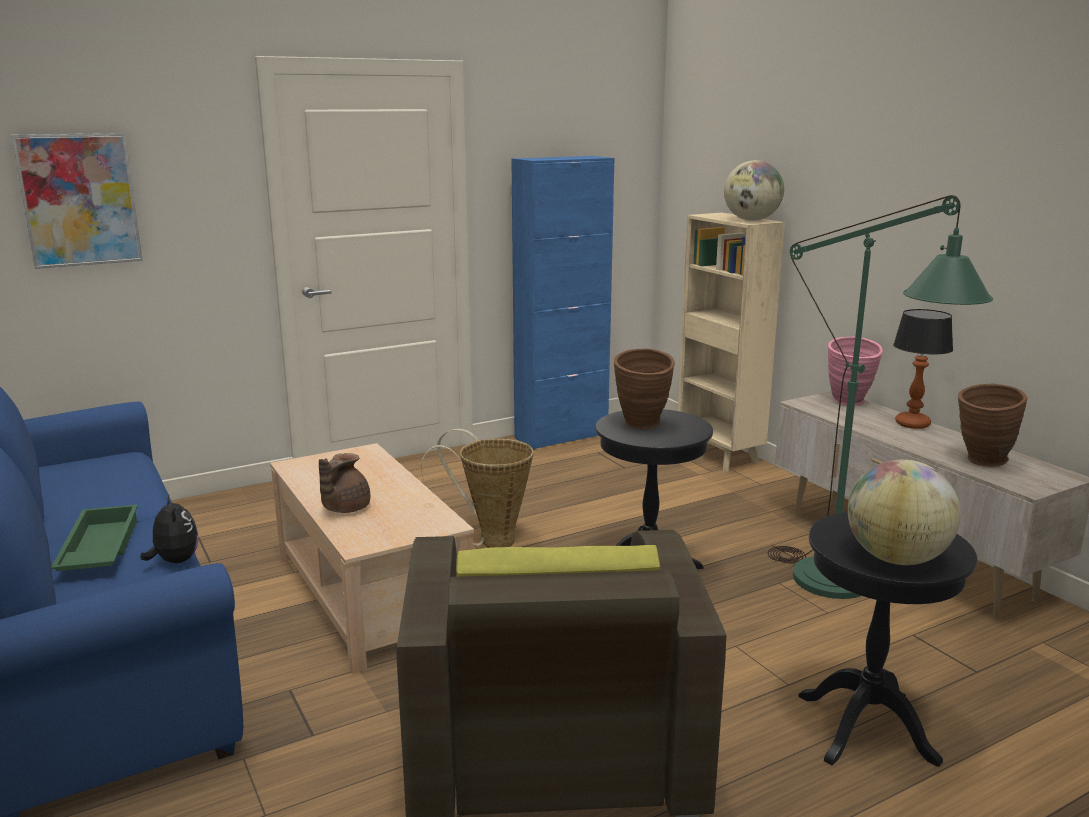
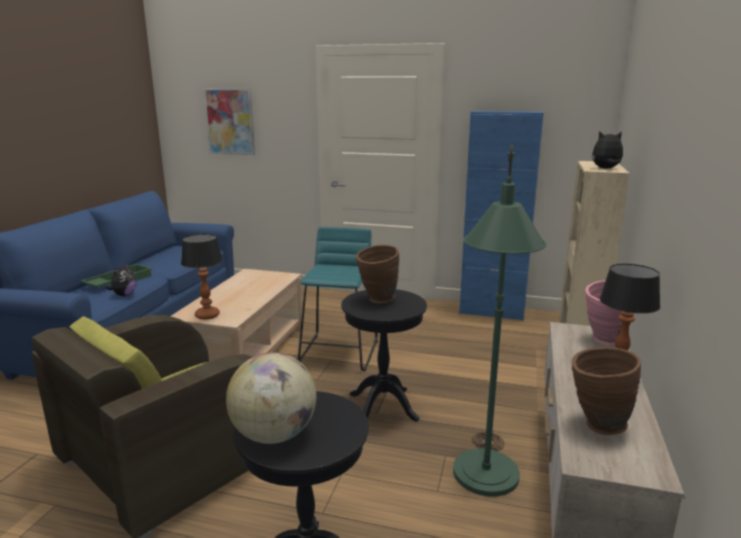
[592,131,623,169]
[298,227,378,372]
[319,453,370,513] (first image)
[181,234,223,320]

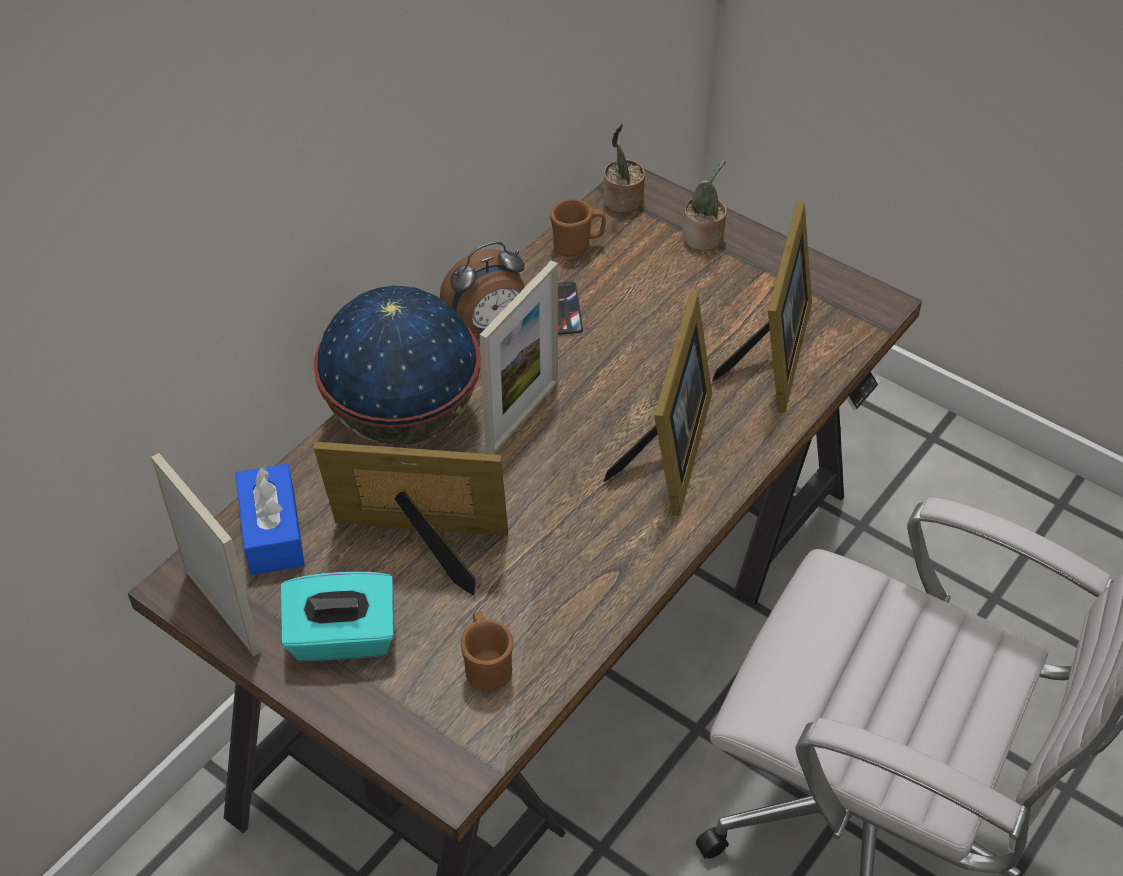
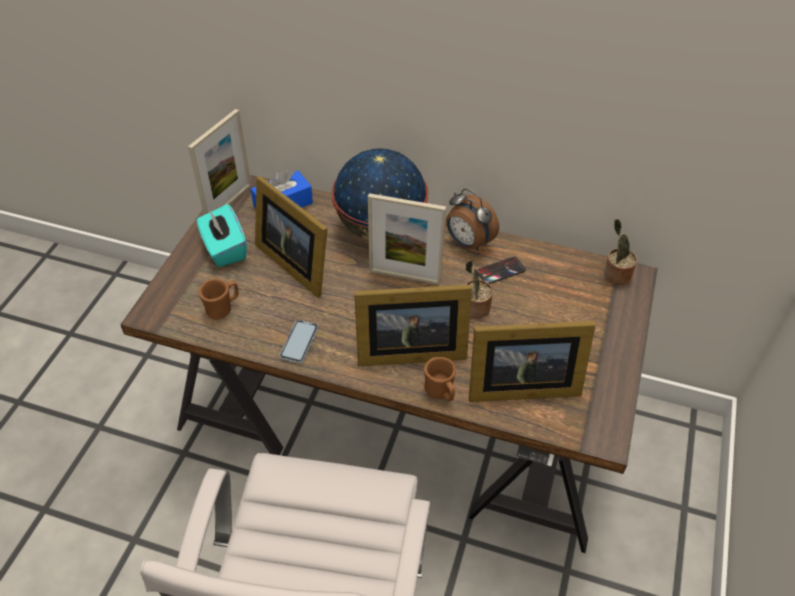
[465,260,493,318]
[424,357,456,402]
[255,176,328,298]
[280,320,318,363]

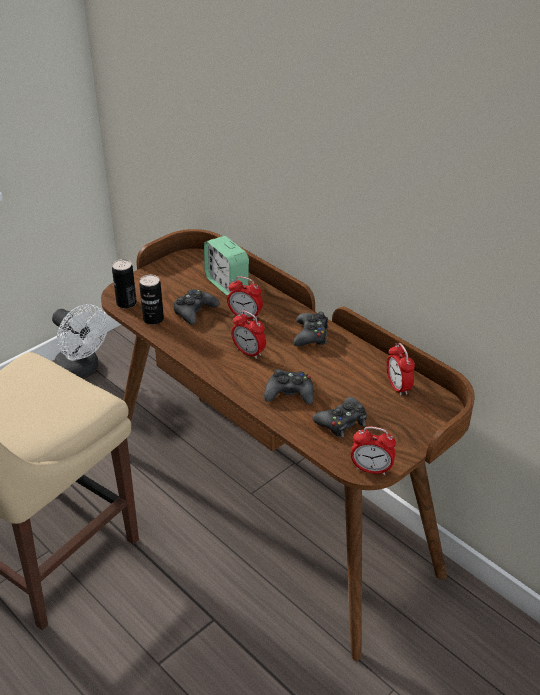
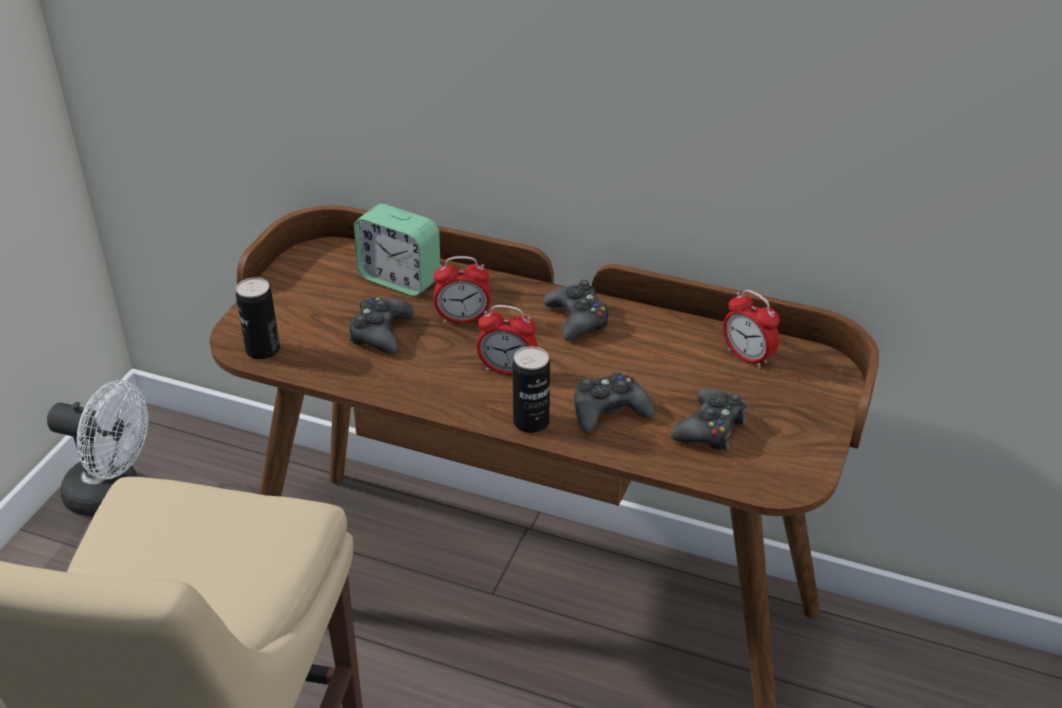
[513,347,550,433]
[351,426,396,475] (first image)

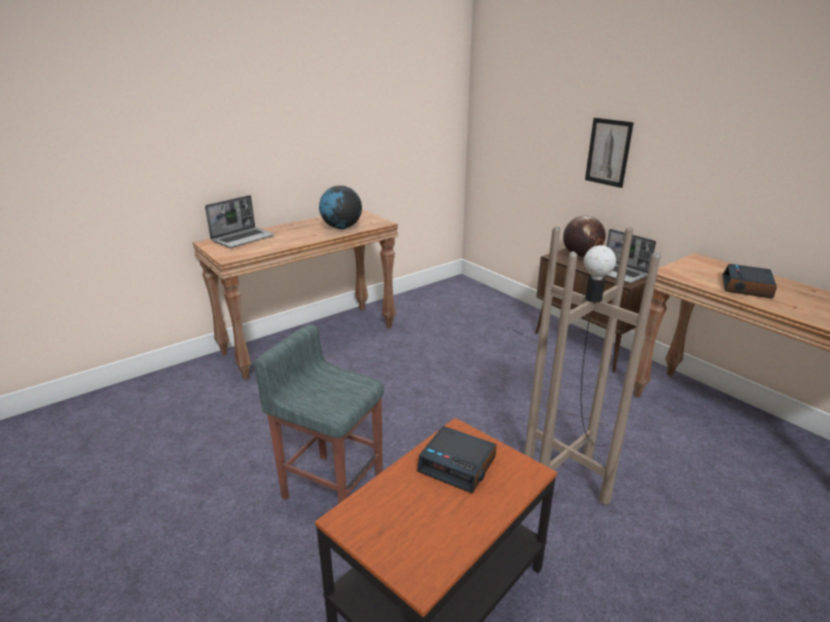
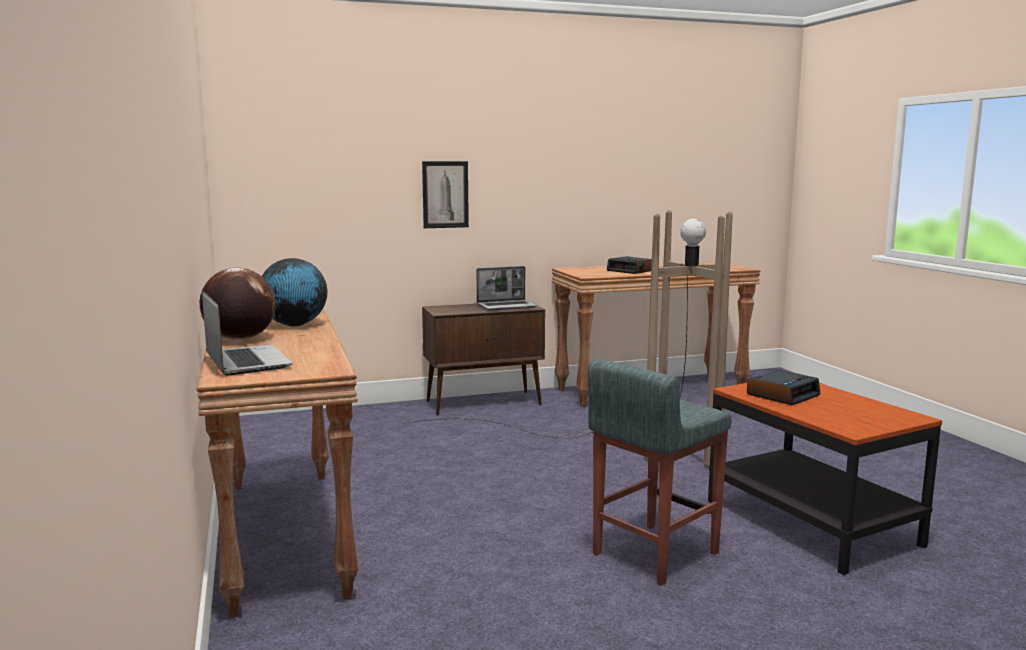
[199,268,276,340]

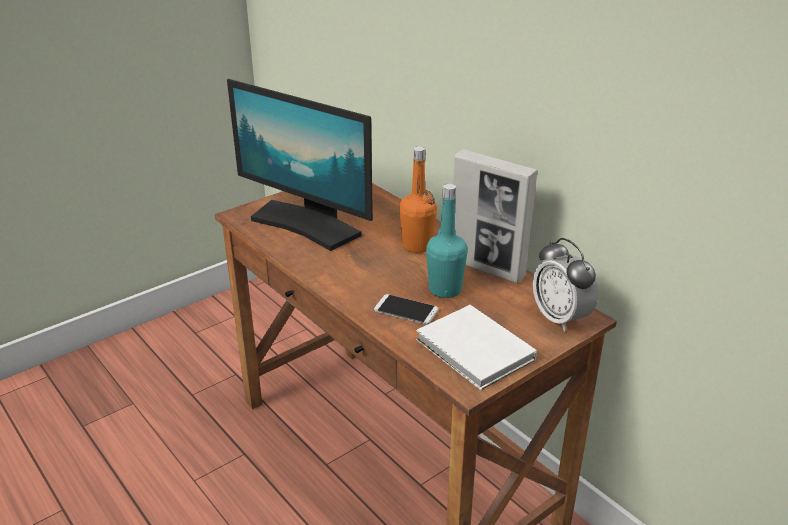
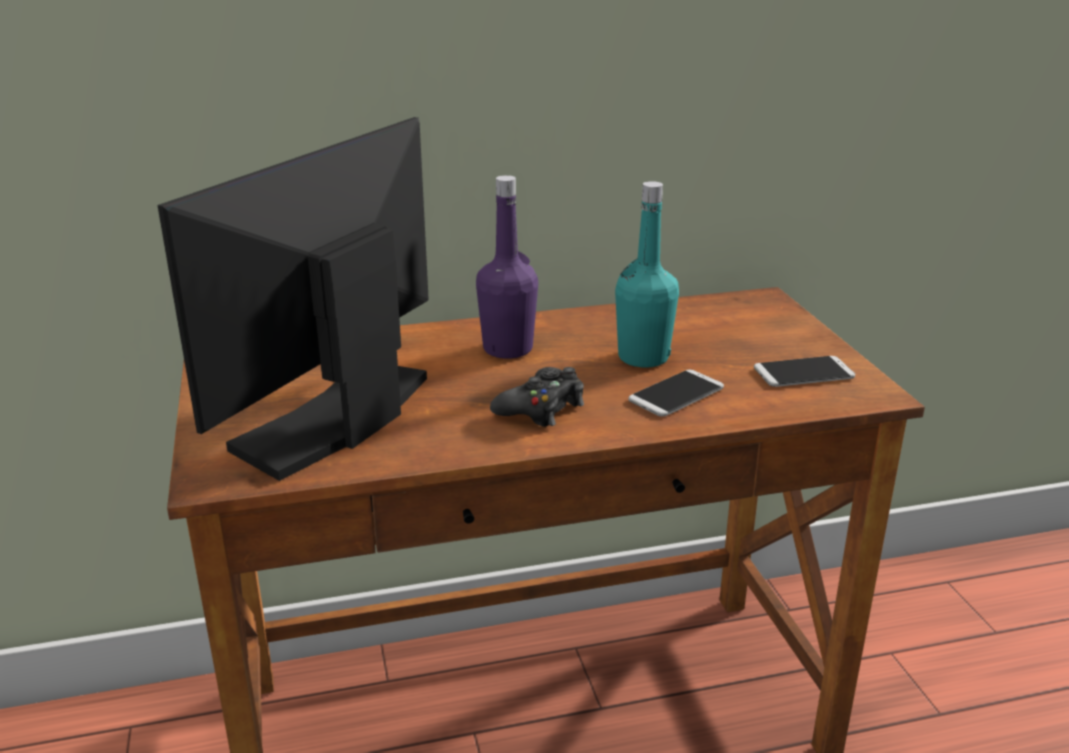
[157,117,429,481]
[476,175,538,359]
[453,149,538,283] (first image)
[533,238,598,332] (first image)
[754,356,855,387]
[490,367,584,427]

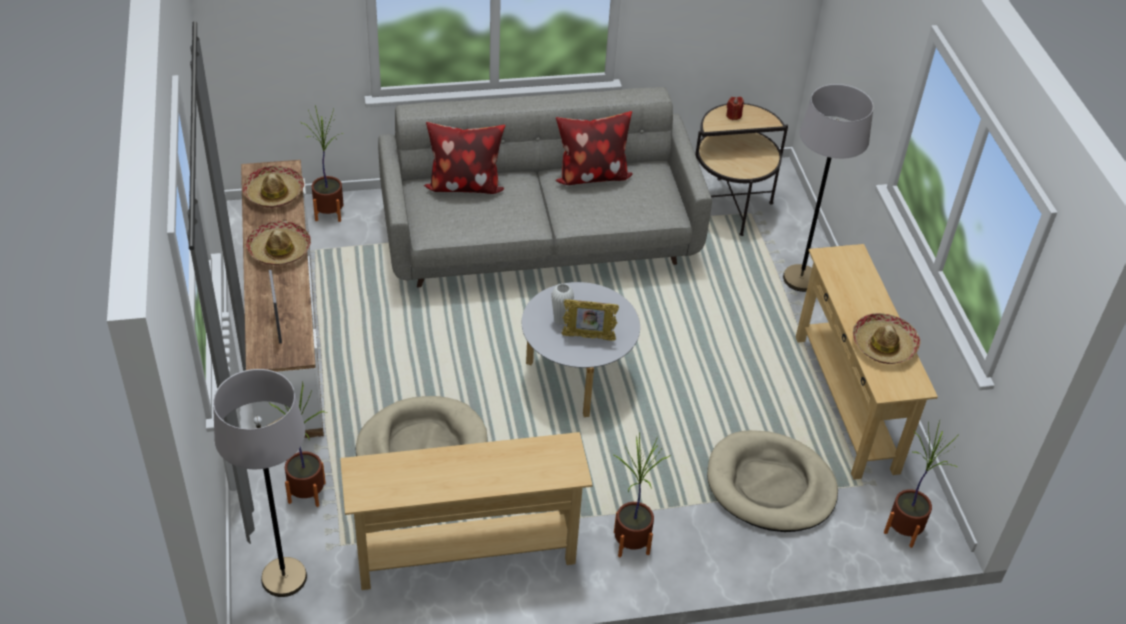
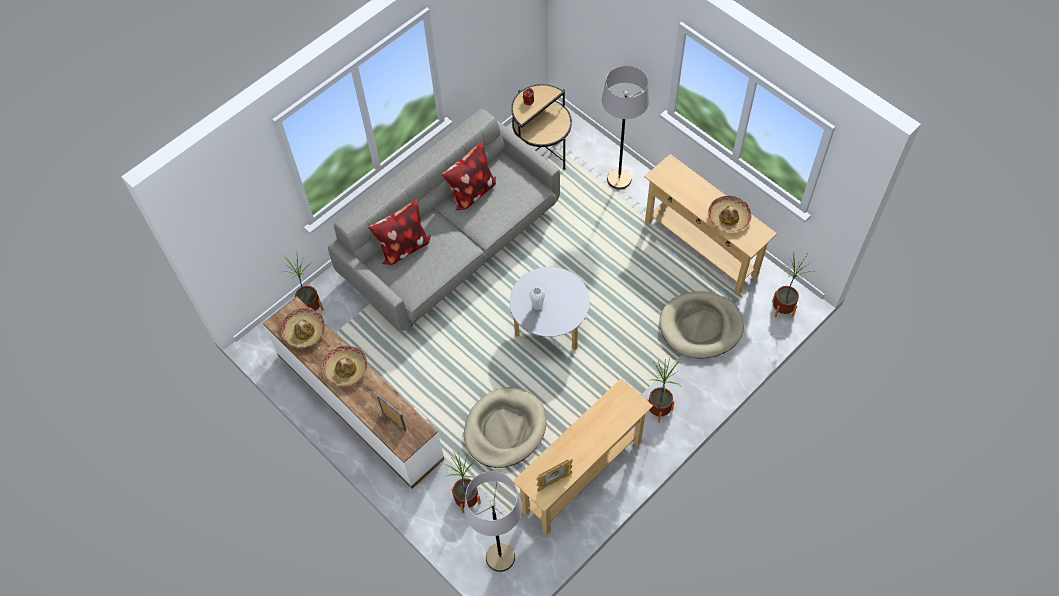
[536,459,573,492]

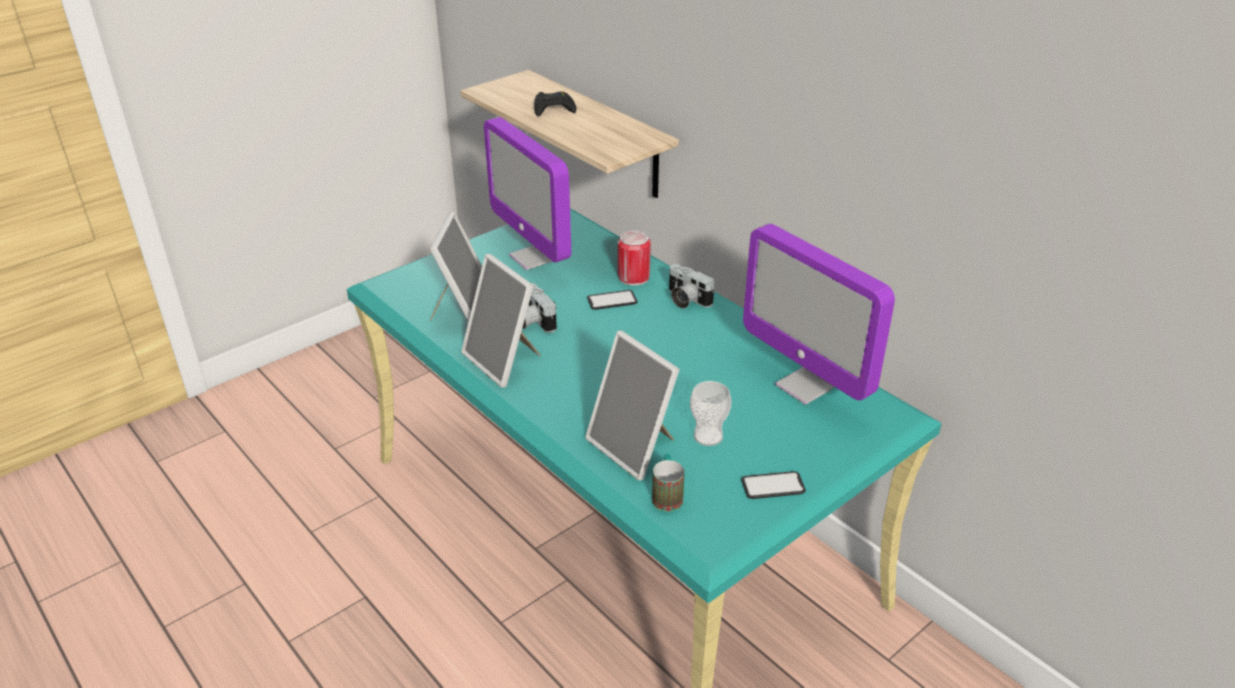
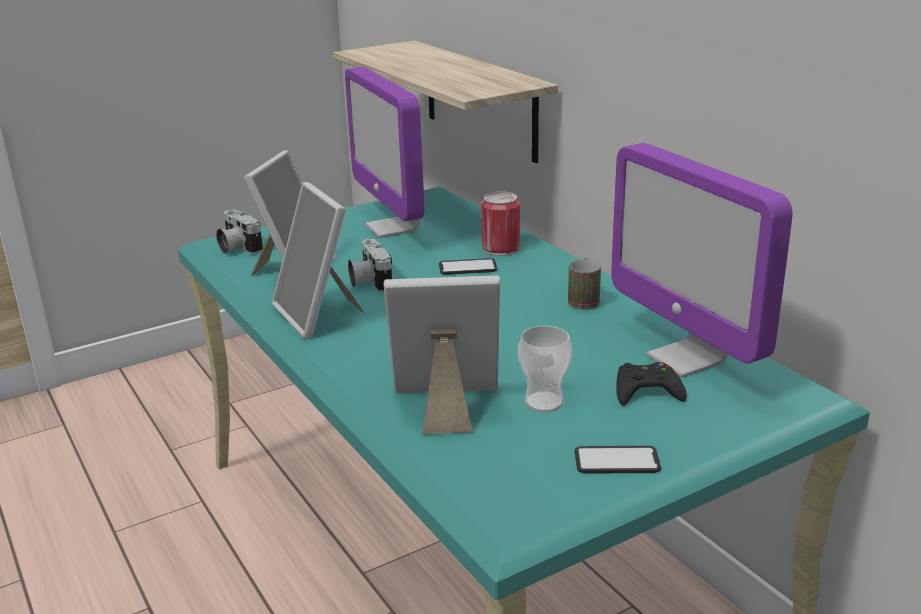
[616,362,687,406]
[216,209,263,254]
[384,275,500,434]
[568,258,601,310]

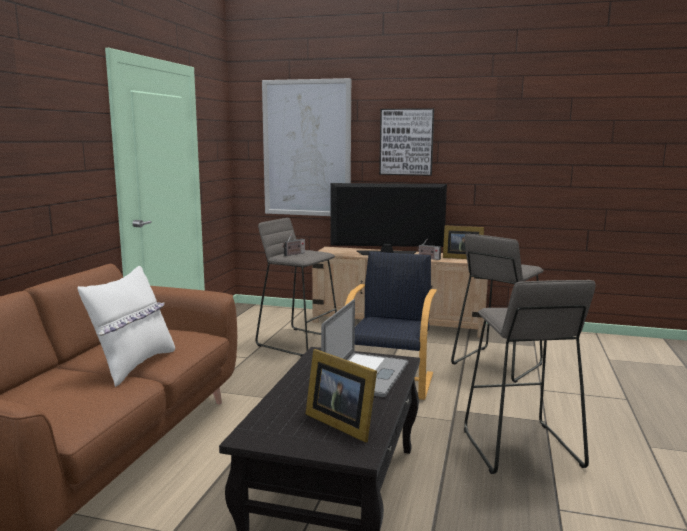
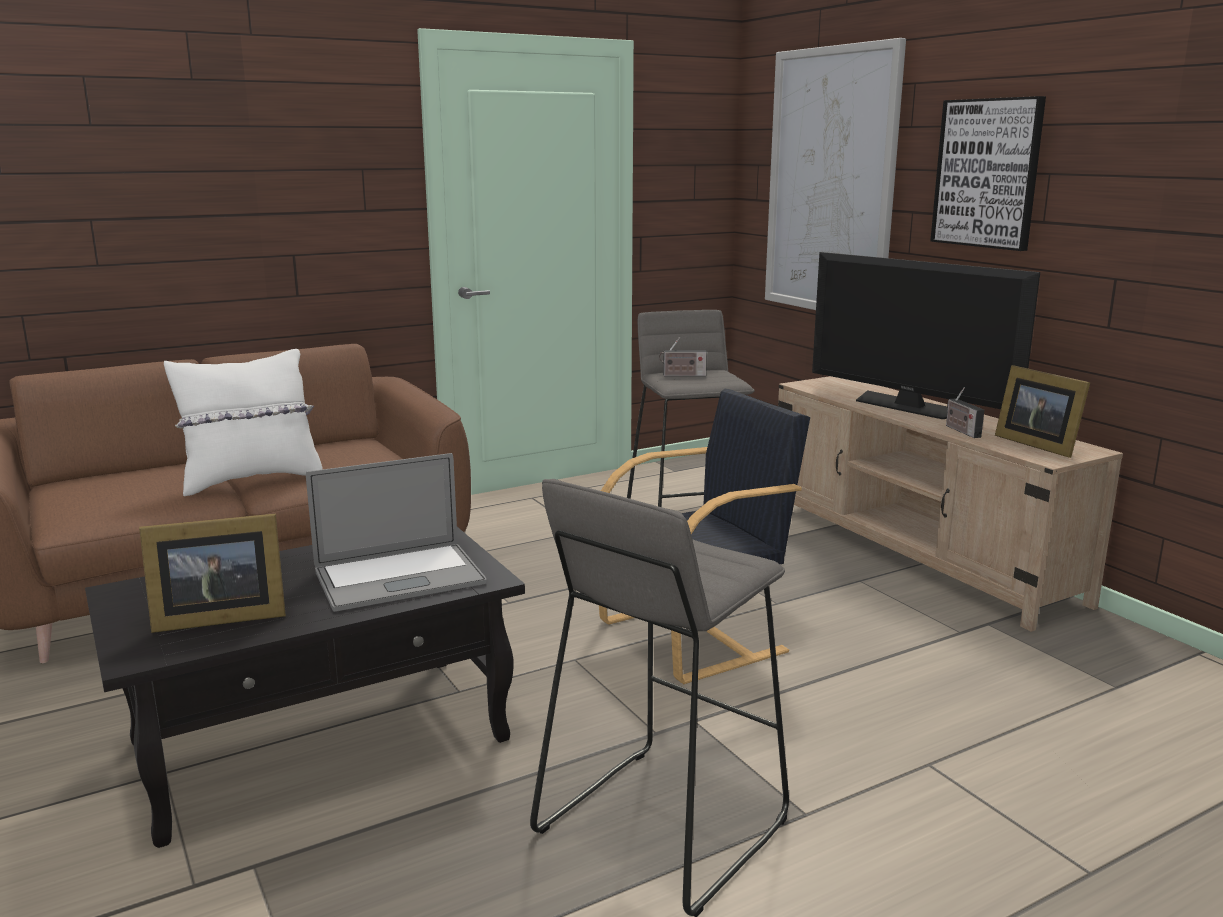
[451,234,544,383] (first image)
[139,514,286,633]

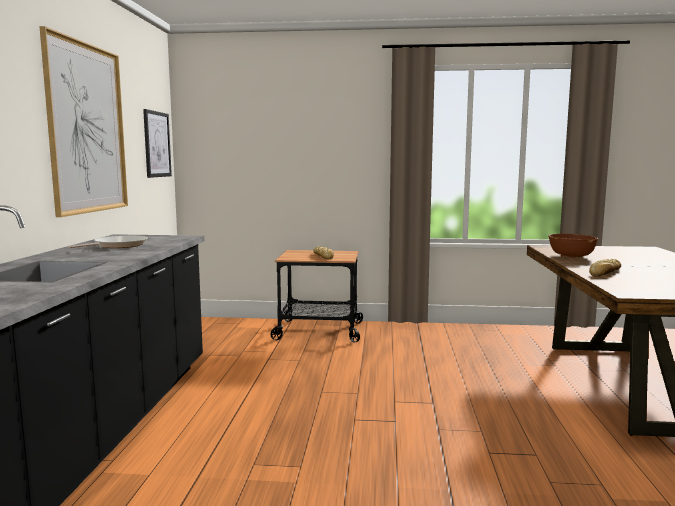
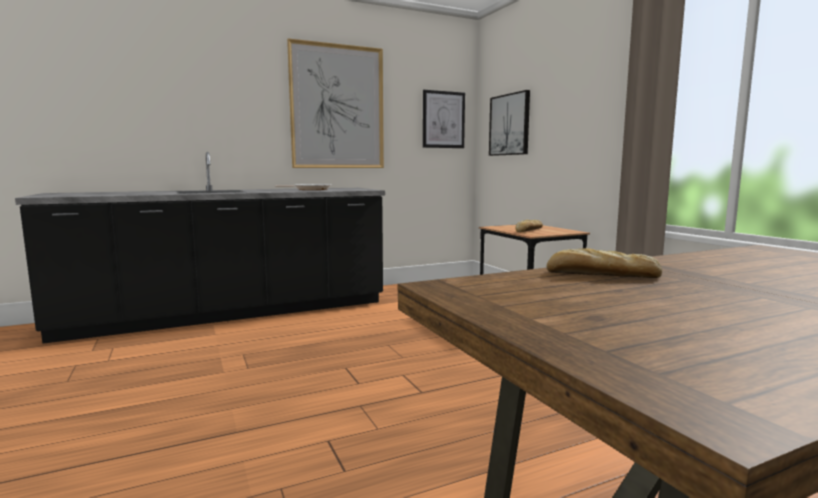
[548,234,598,258] (first image)
[489,90,530,156]

